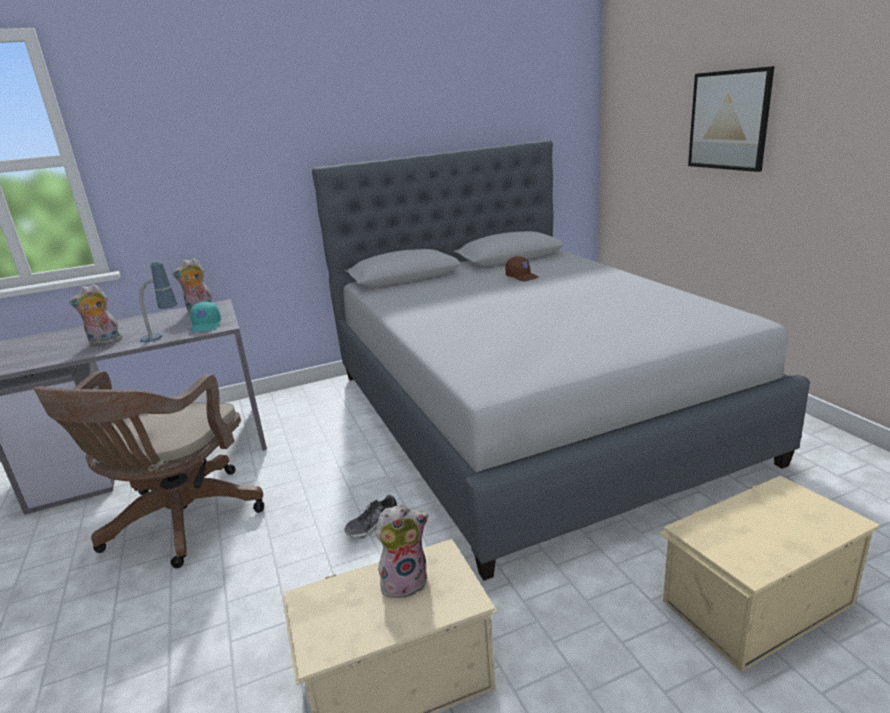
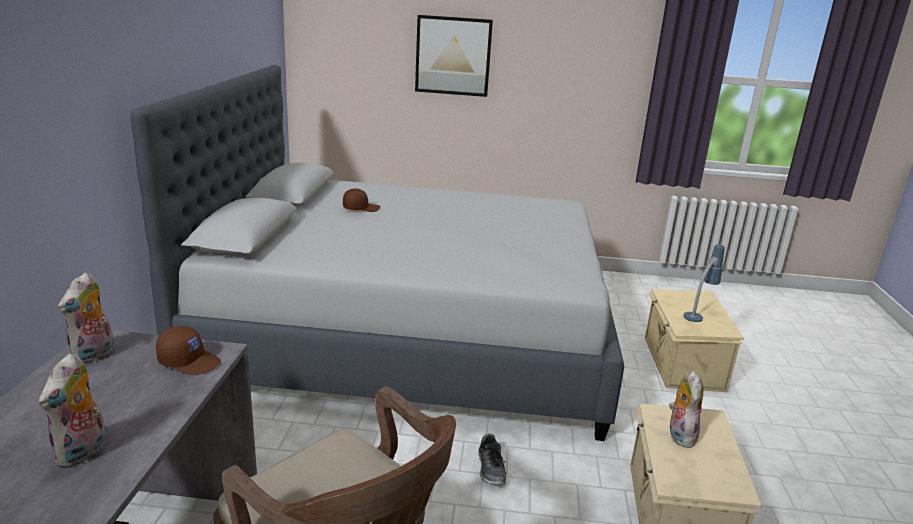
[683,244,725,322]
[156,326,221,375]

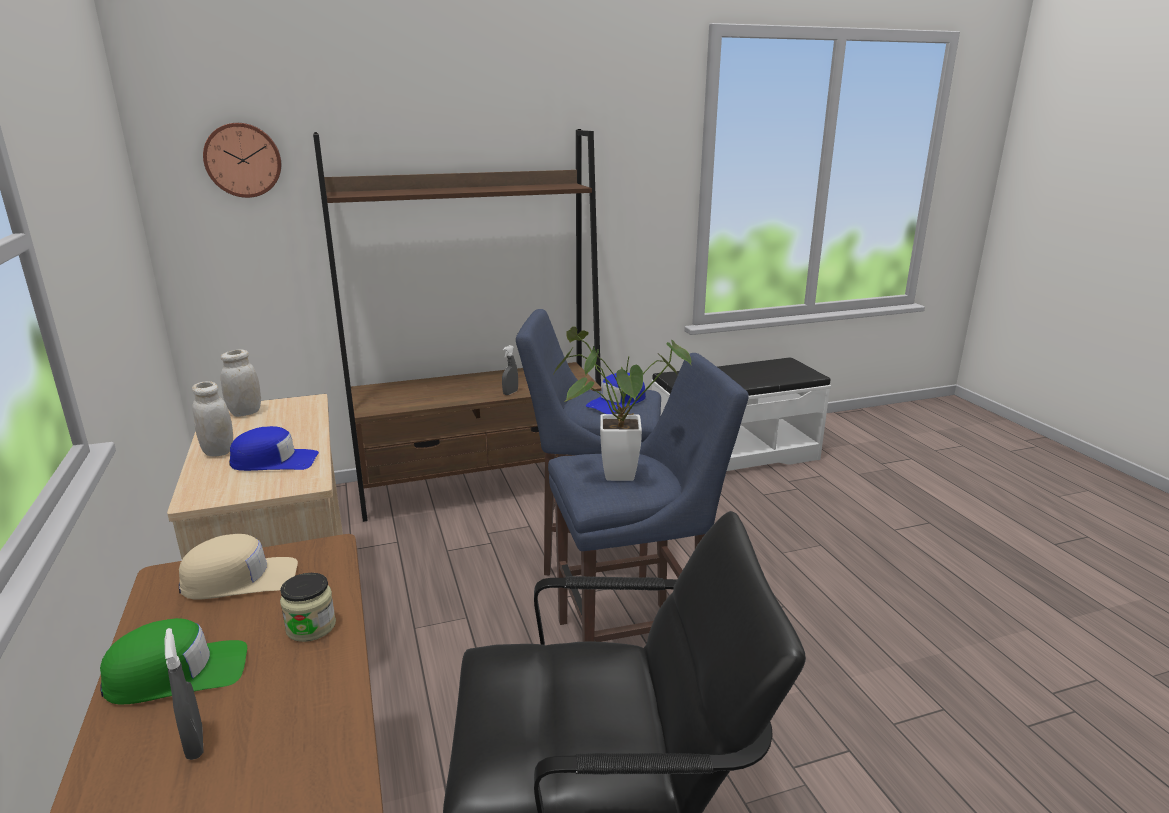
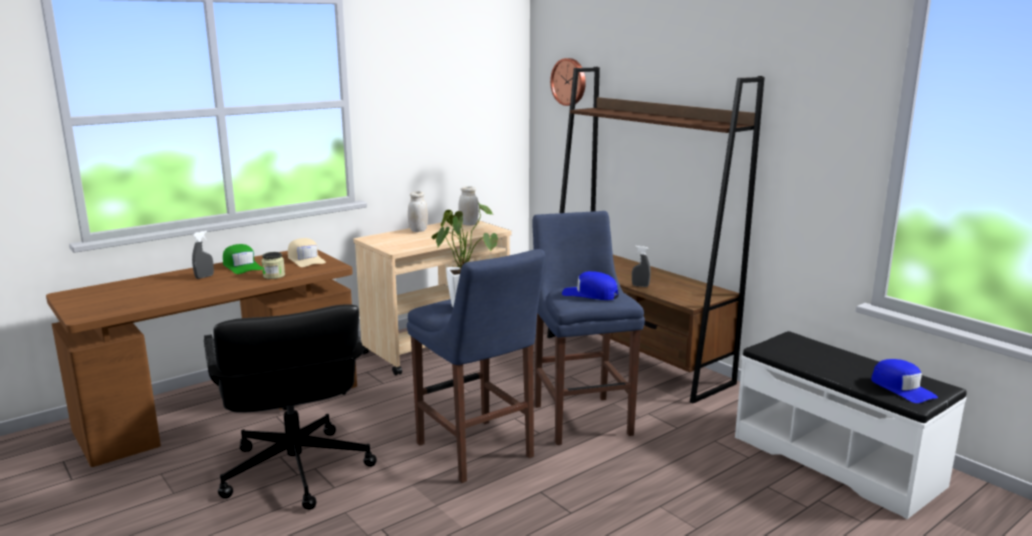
[871,359,938,403]

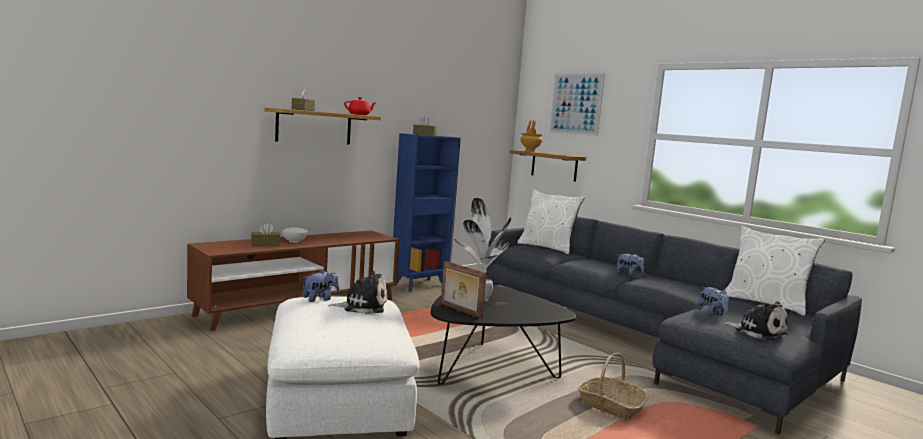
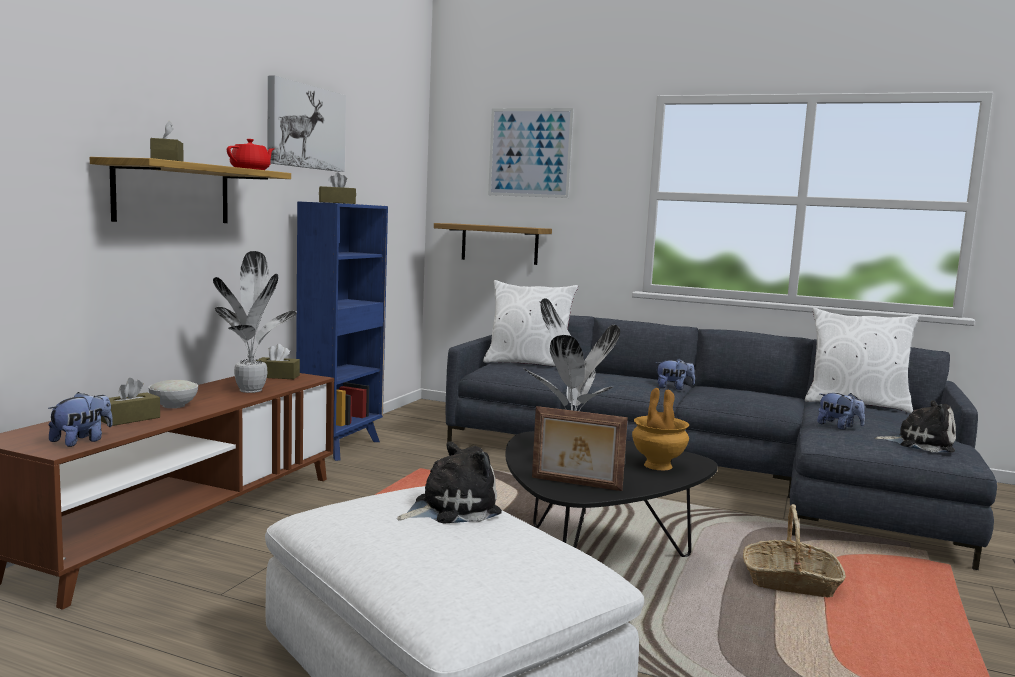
[632,388,689,470]
[48,392,113,447]
[268,75,346,172]
[213,251,297,393]
[258,344,300,379]

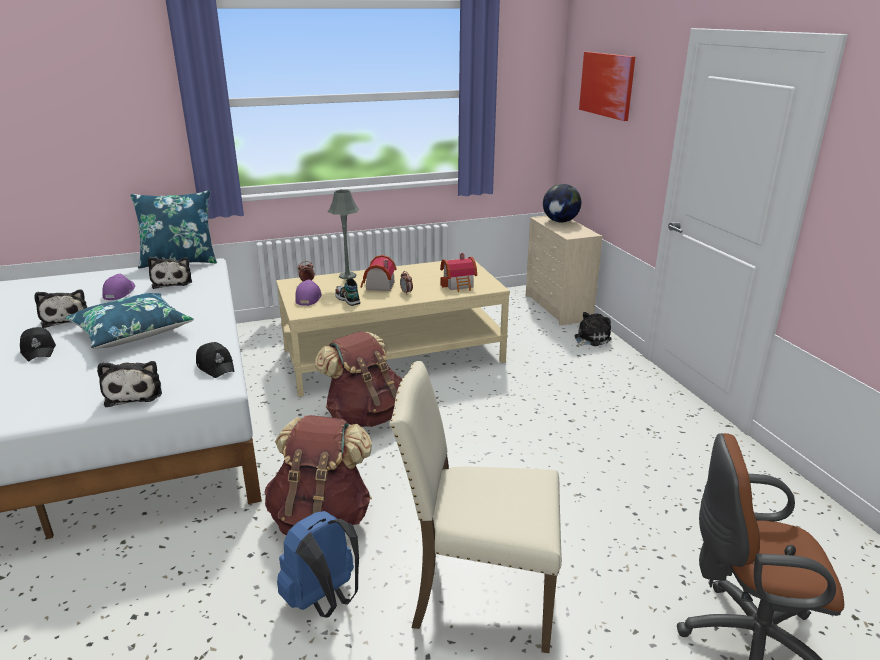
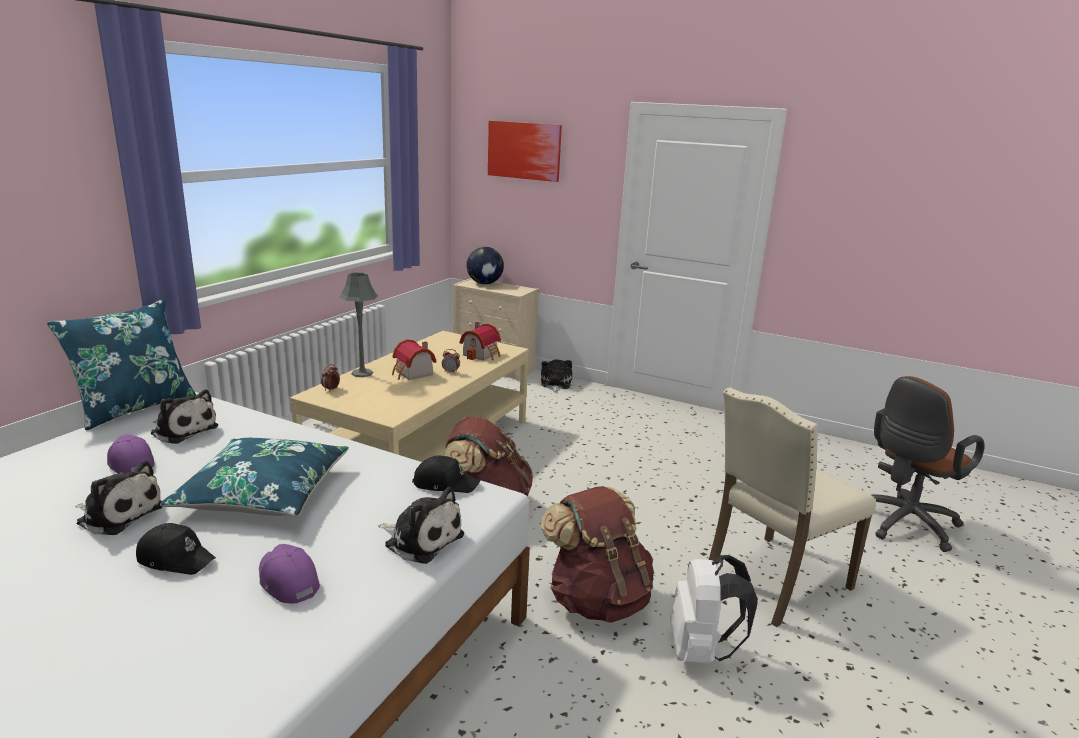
[335,278,360,306] (first image)
[259,544,320,603]
[670,555,758,664]

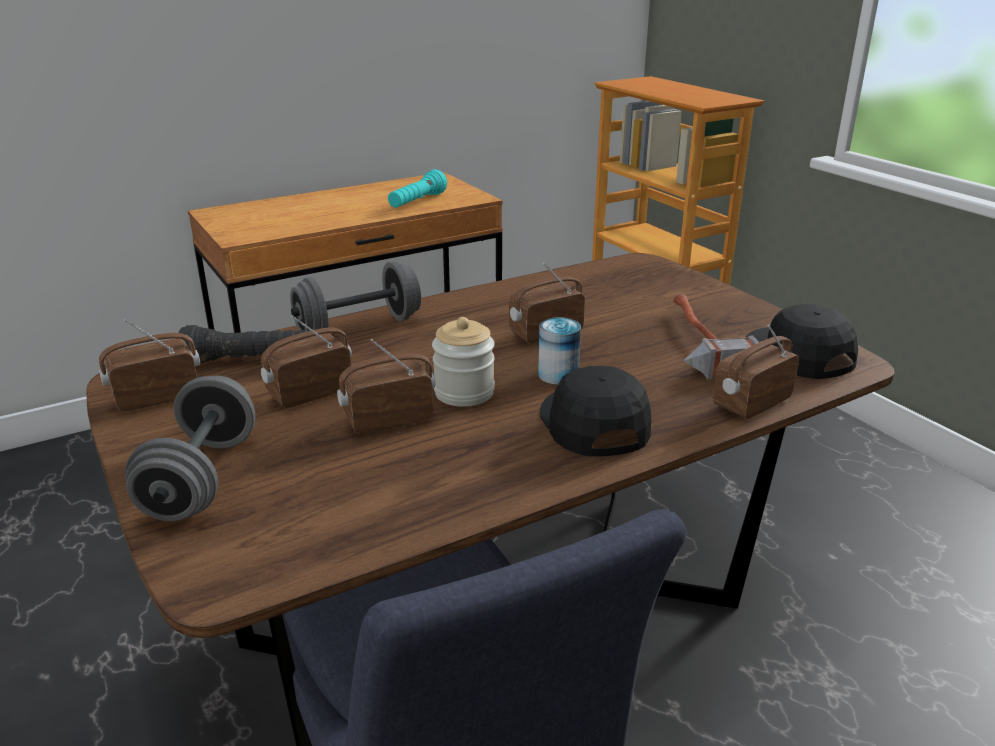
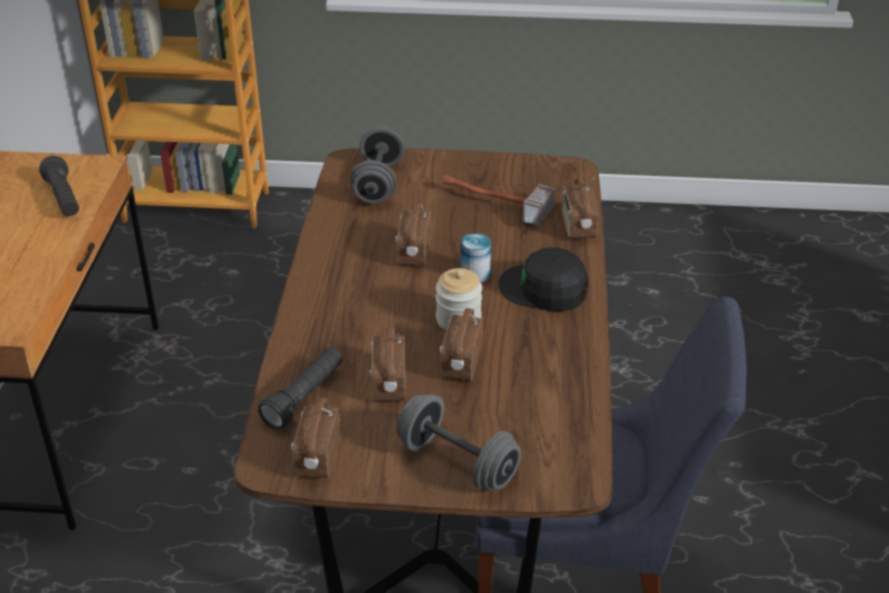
[39,156,79,216]
[350,126,405,203]
[746,304,858,379] (first image)

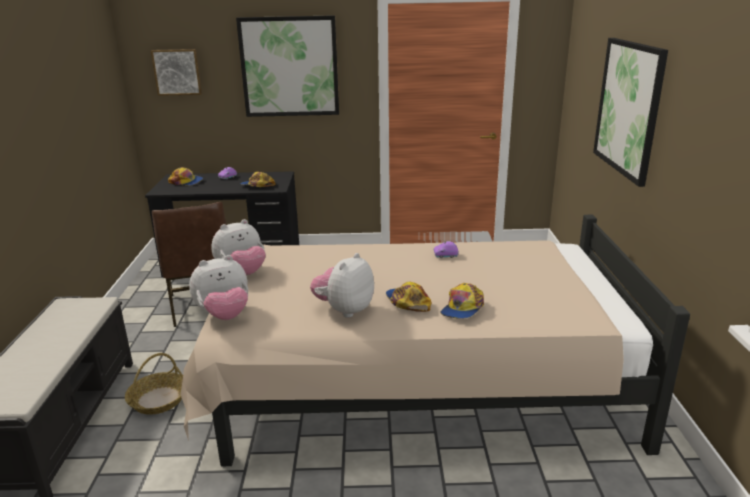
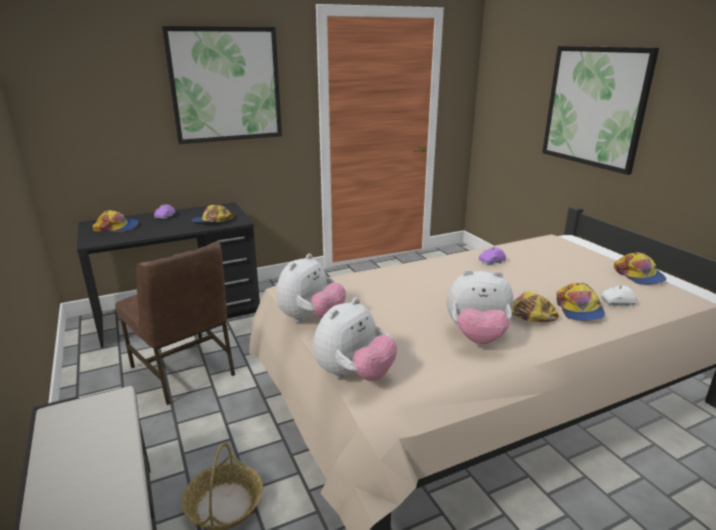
[151,49,202,96] (first image)
[447,269,514,344]
[614,252,667,285]
[601,285,637,306]

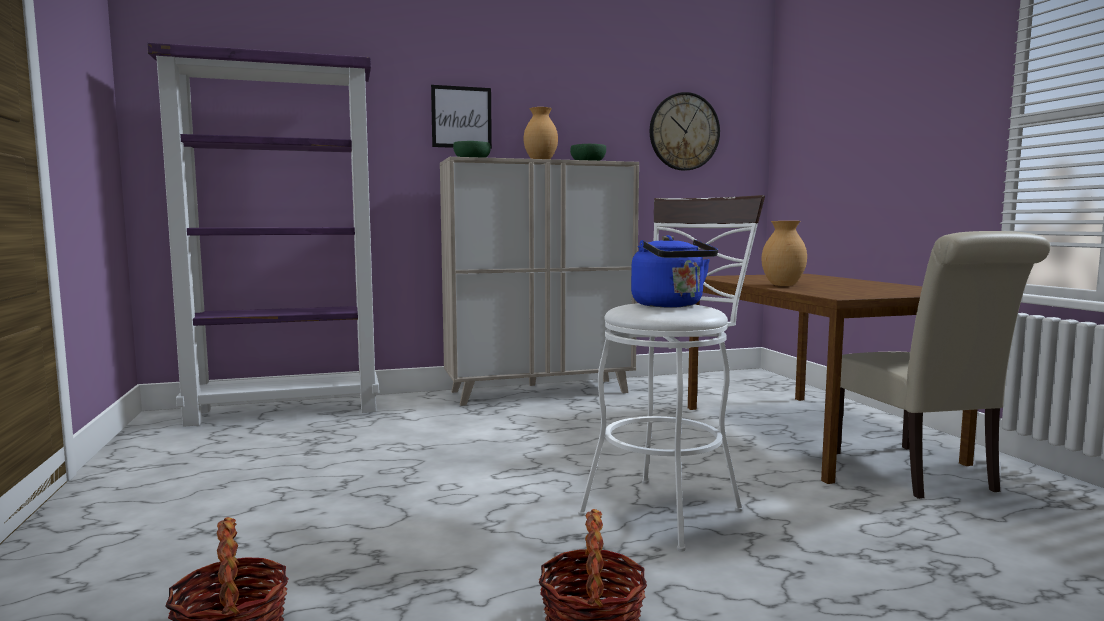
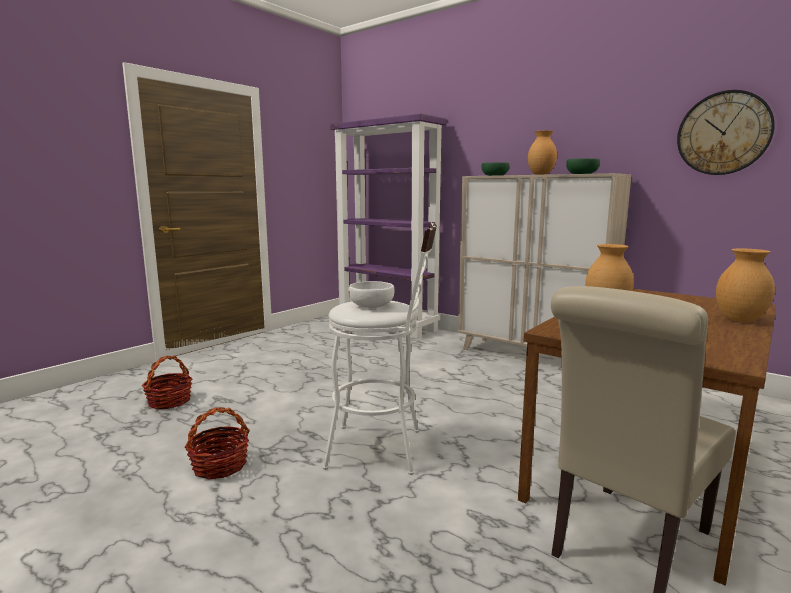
[431,85,492,149] (first image)
[349,281,395,308]
[716,249,775,323]

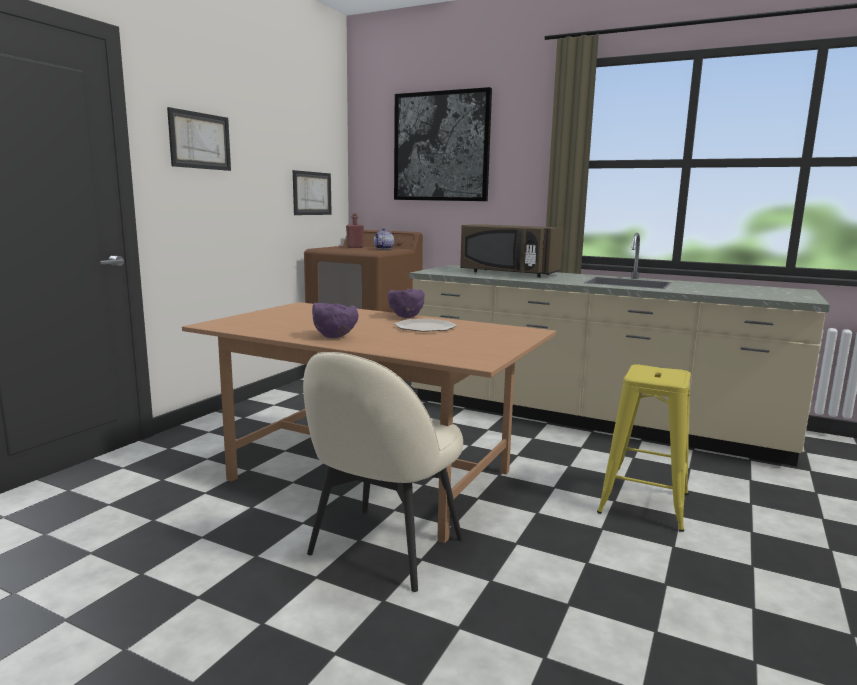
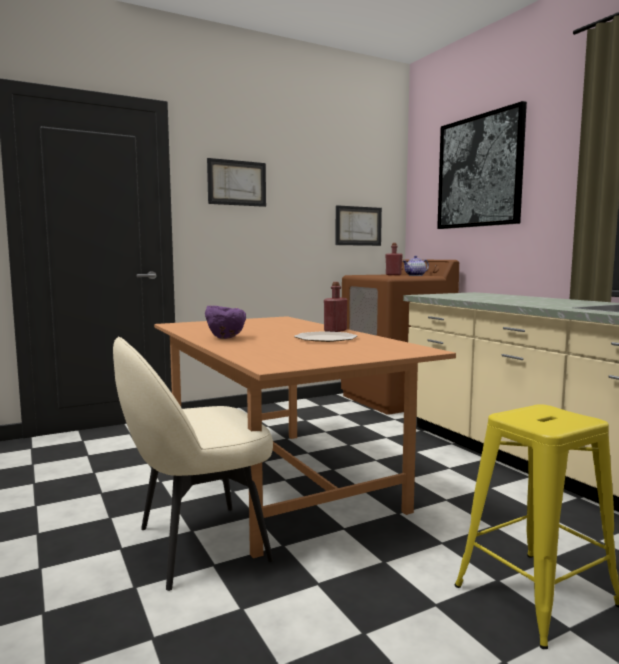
[460,224,563,277] (first image)
[324,282,347,332]

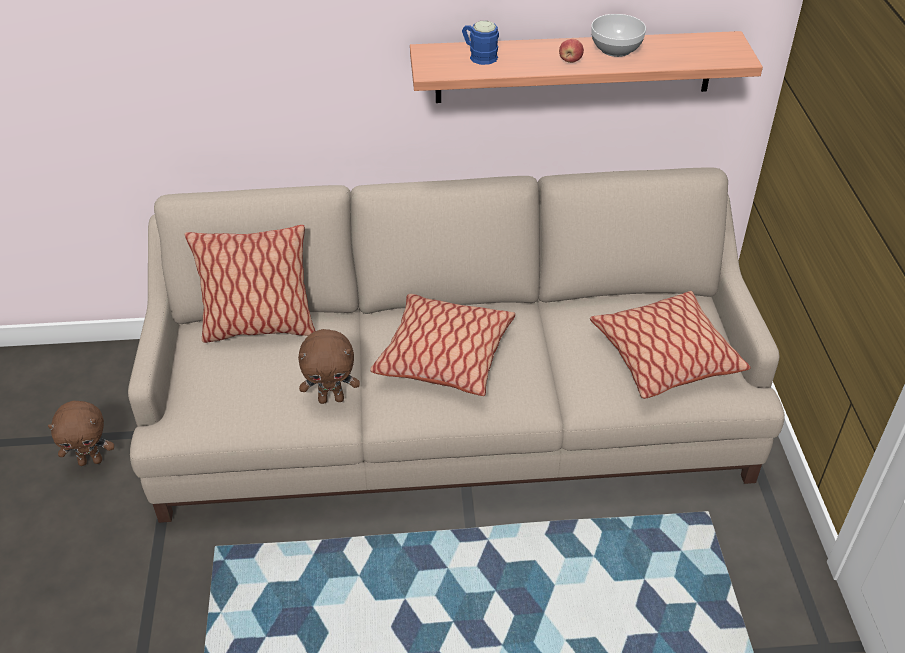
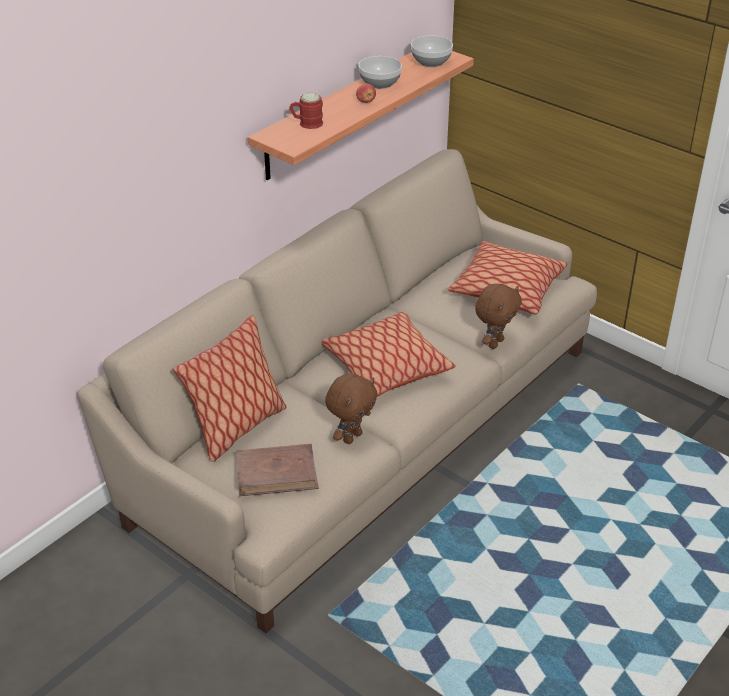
[289,93,323,129]
[475,284,522,349]
[411,35,453,67]
[236,444,319,496]

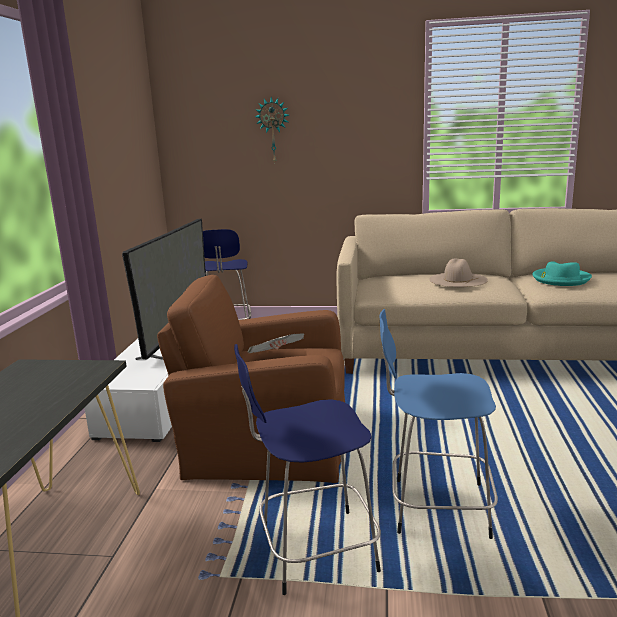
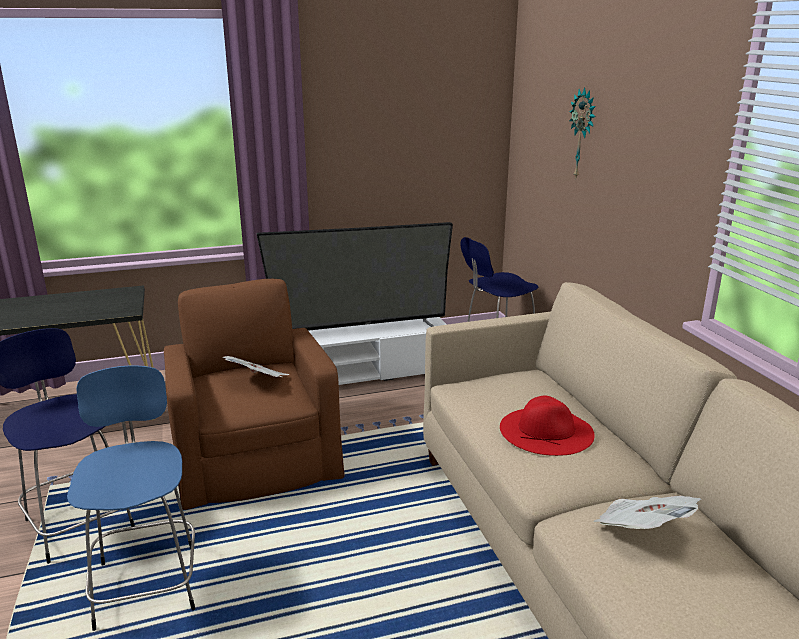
[500,395,595,456]
[593,496,701,529]

